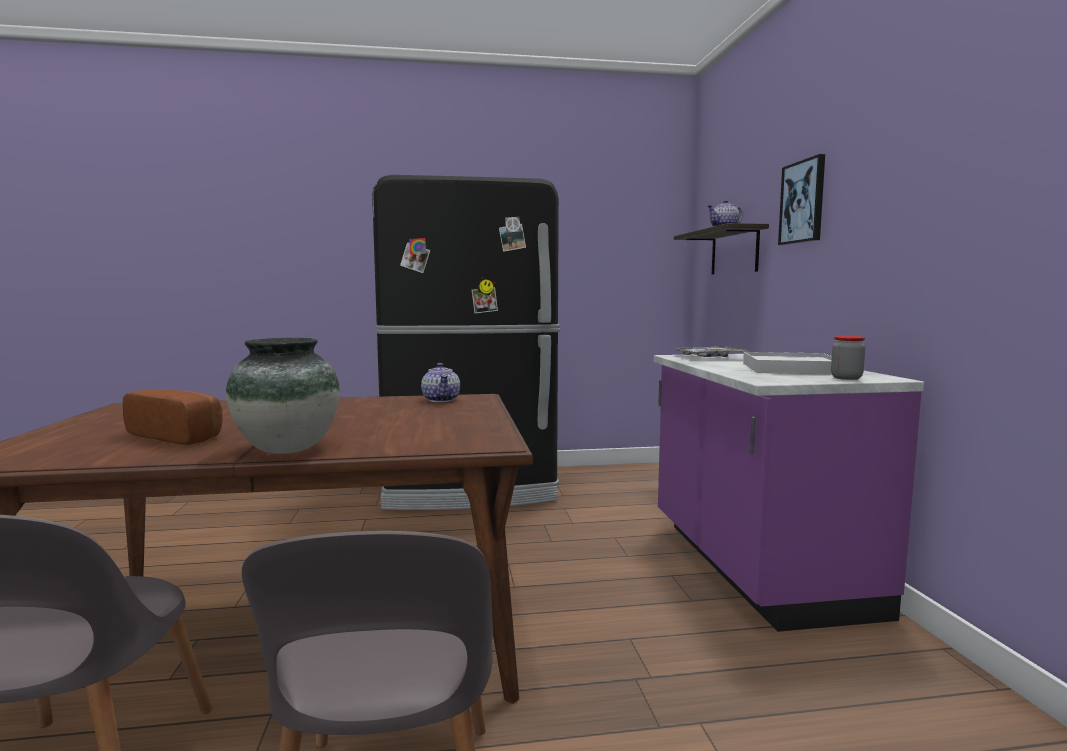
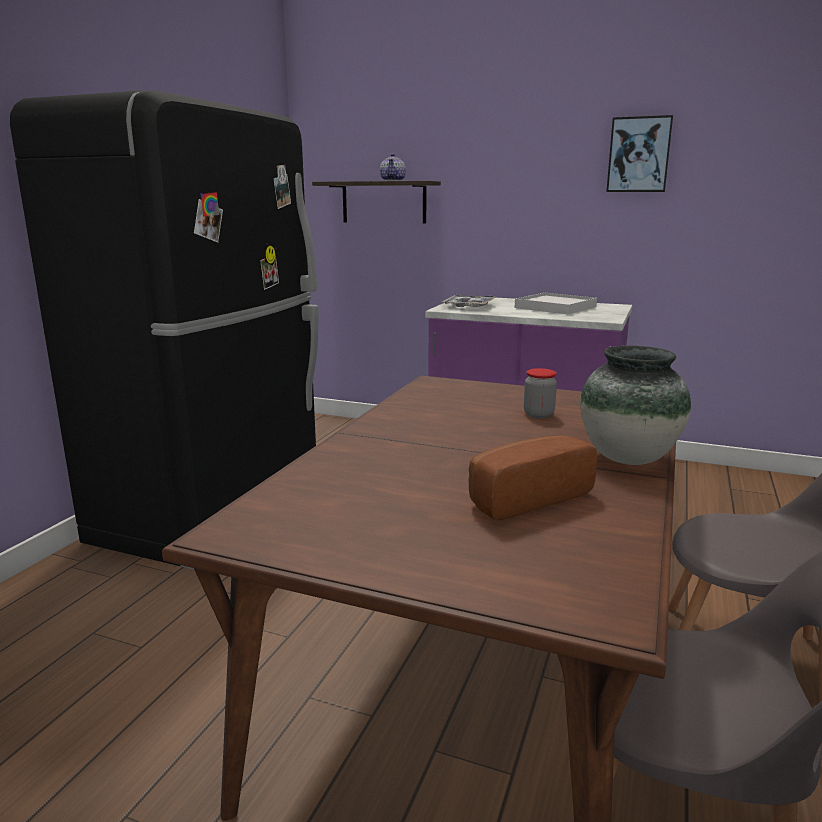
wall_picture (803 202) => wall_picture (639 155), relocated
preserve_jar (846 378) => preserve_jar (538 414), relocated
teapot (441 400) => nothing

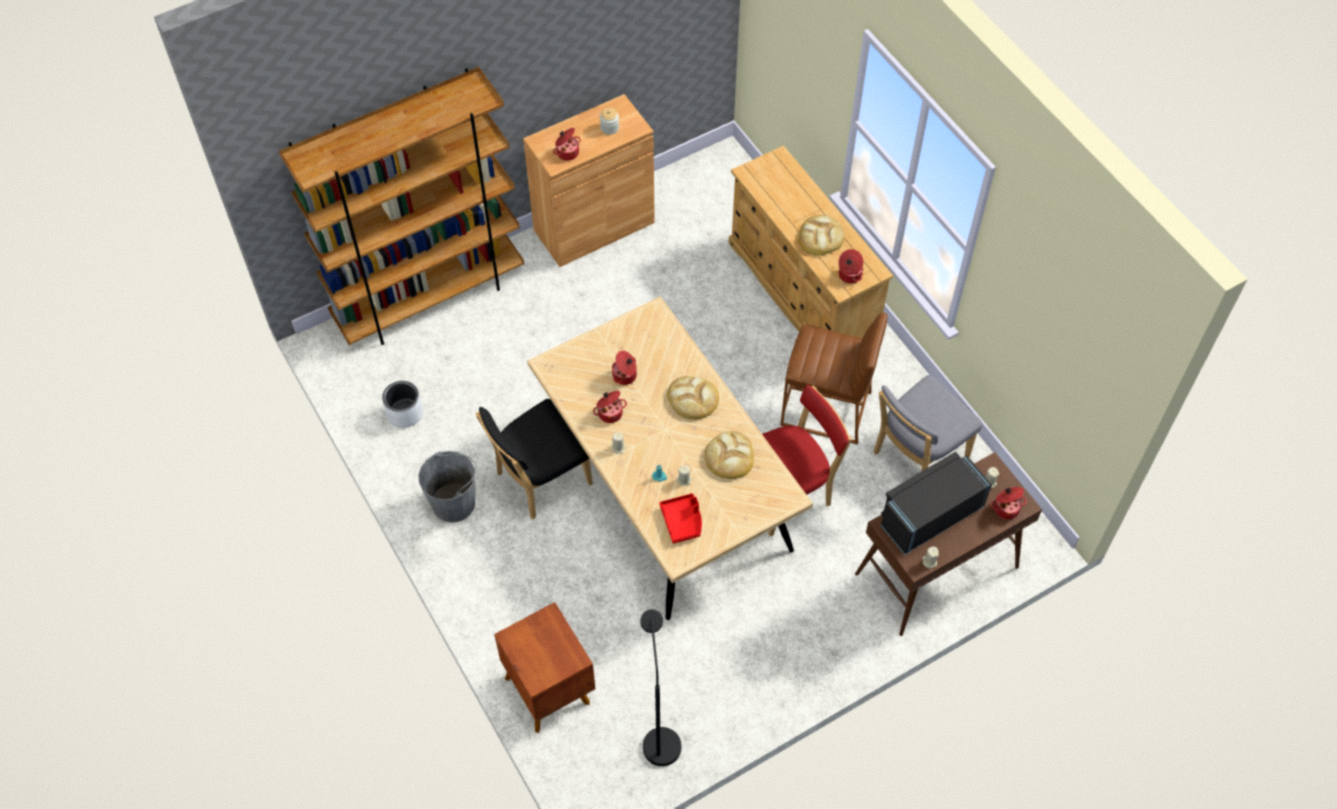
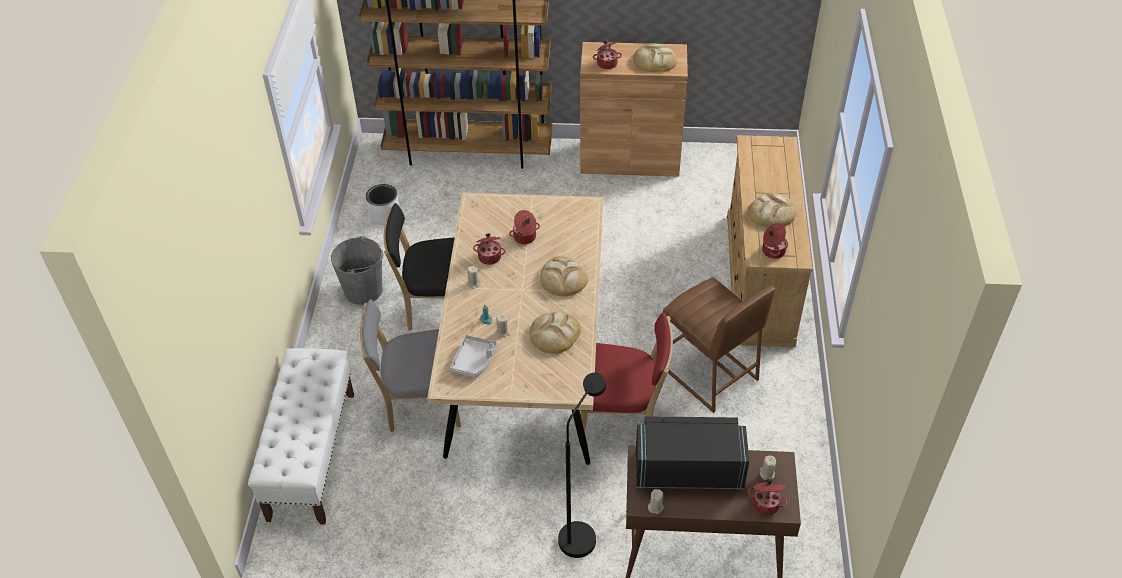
preserve_jar (609 128) => baked_bread (654 61)
grey_plain_chair (916 457) => grey_plain_chair (419 403), relocated
reddish_tray (682 521) => grey_tray (474 361)
brown_night_table (548 688) => whitish_long_seat (312 455)
blackish_standard_lamp (659 737) => blackish_standard_lamp (581 531), relocated

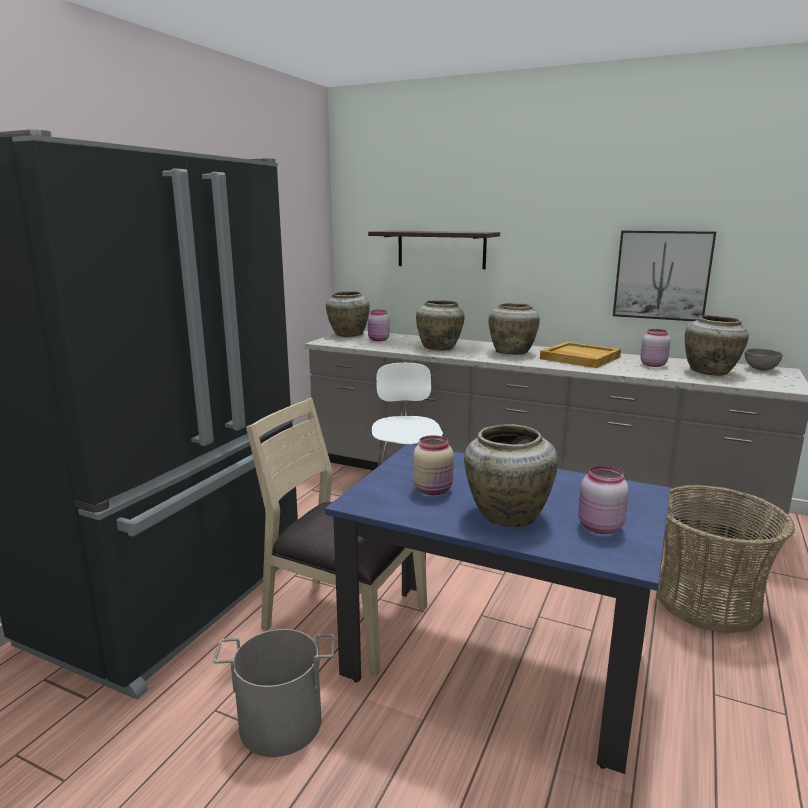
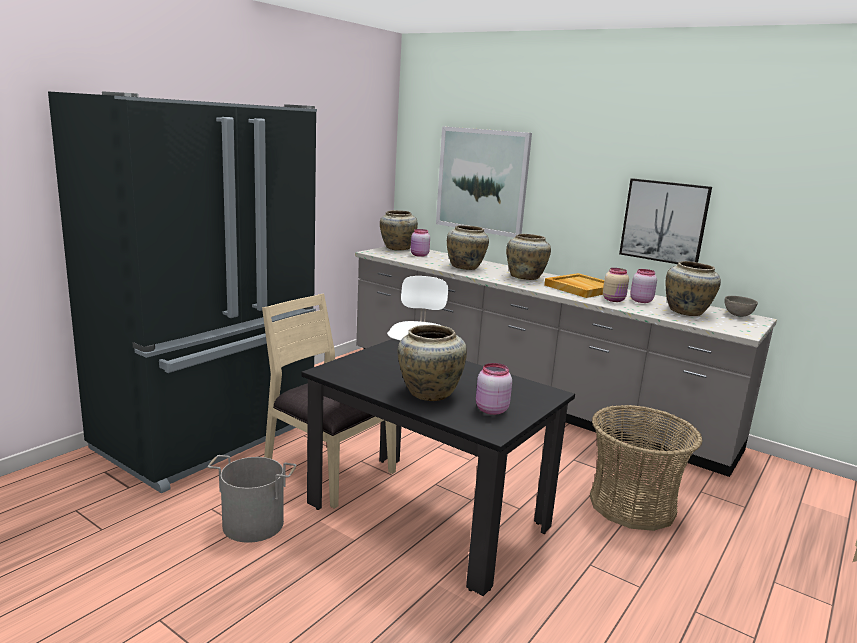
bracket_shelf (441 249) => wall_picture (482 181)
beige-coloured_preserve_jar (434 490) => beige-coloured_preserve_jar (614 300), relocated
blue-coloured_kitchen_table (495 663) => blackish_kitchen_table (427 516)

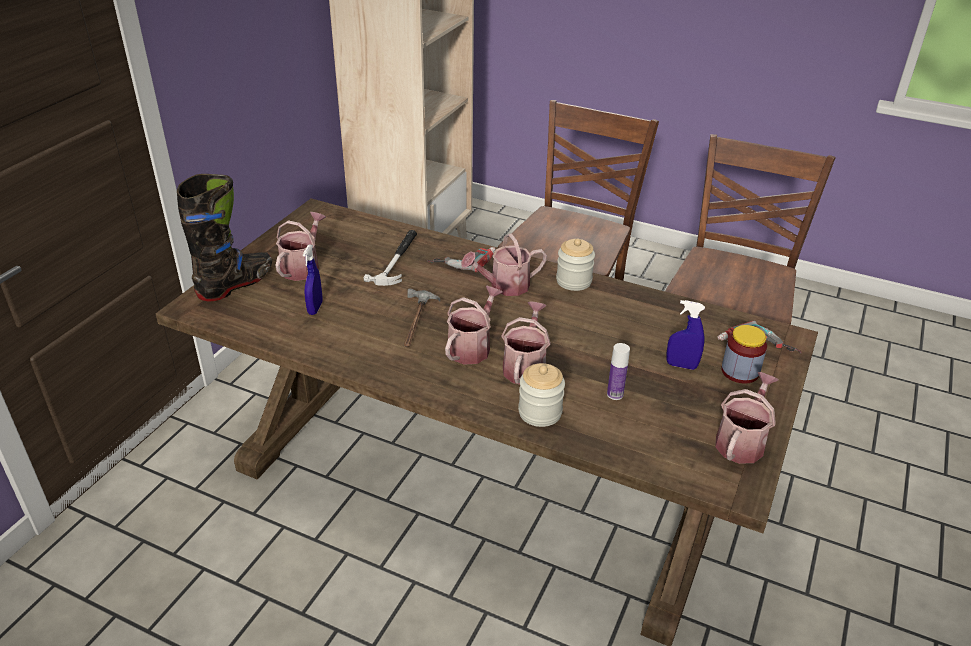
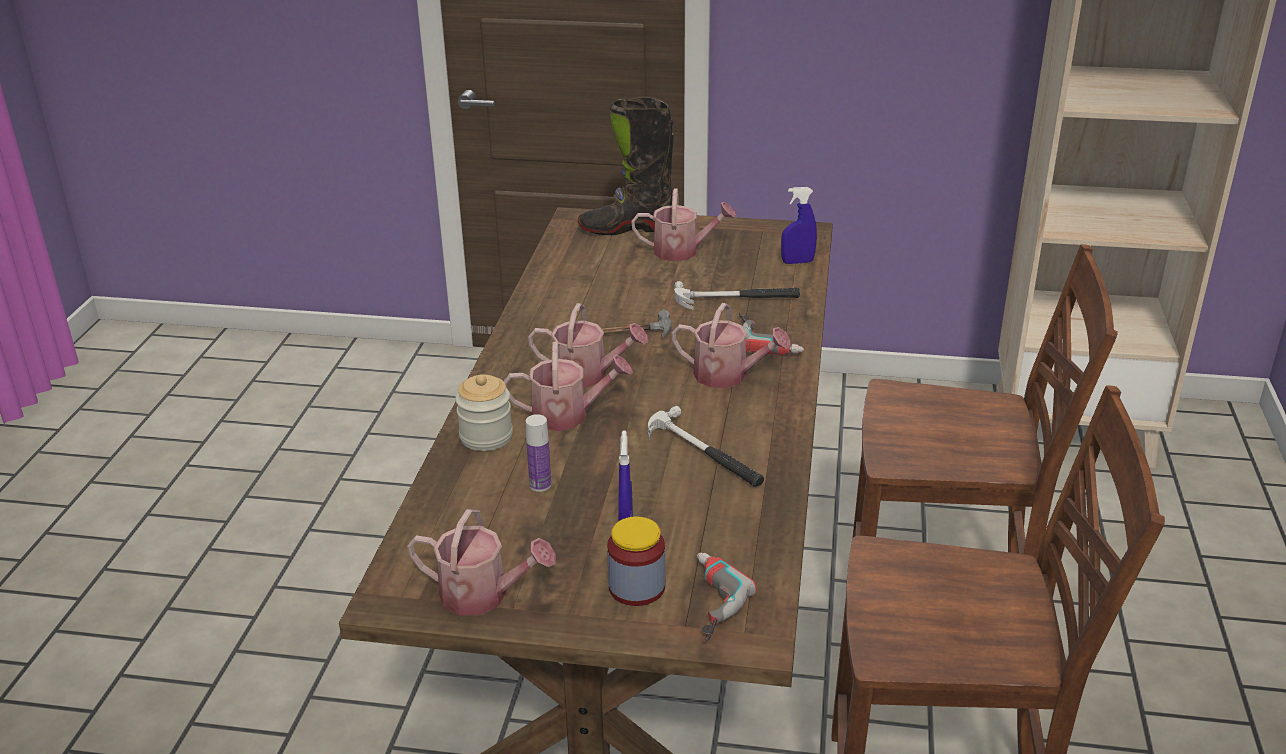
blackish_tall_boot (236 284) => blackish_tall_boot (627 228), 150 degrees clockwise
watering_can (504 286) => watering_can (728 376), 150 degrees clockwise
preserve_jar (573 281) => nothing
blue-coloured_sprayer (315 308) => blue-coloured_sprayer (797 262), relocated
nothing => hammer (704 453)

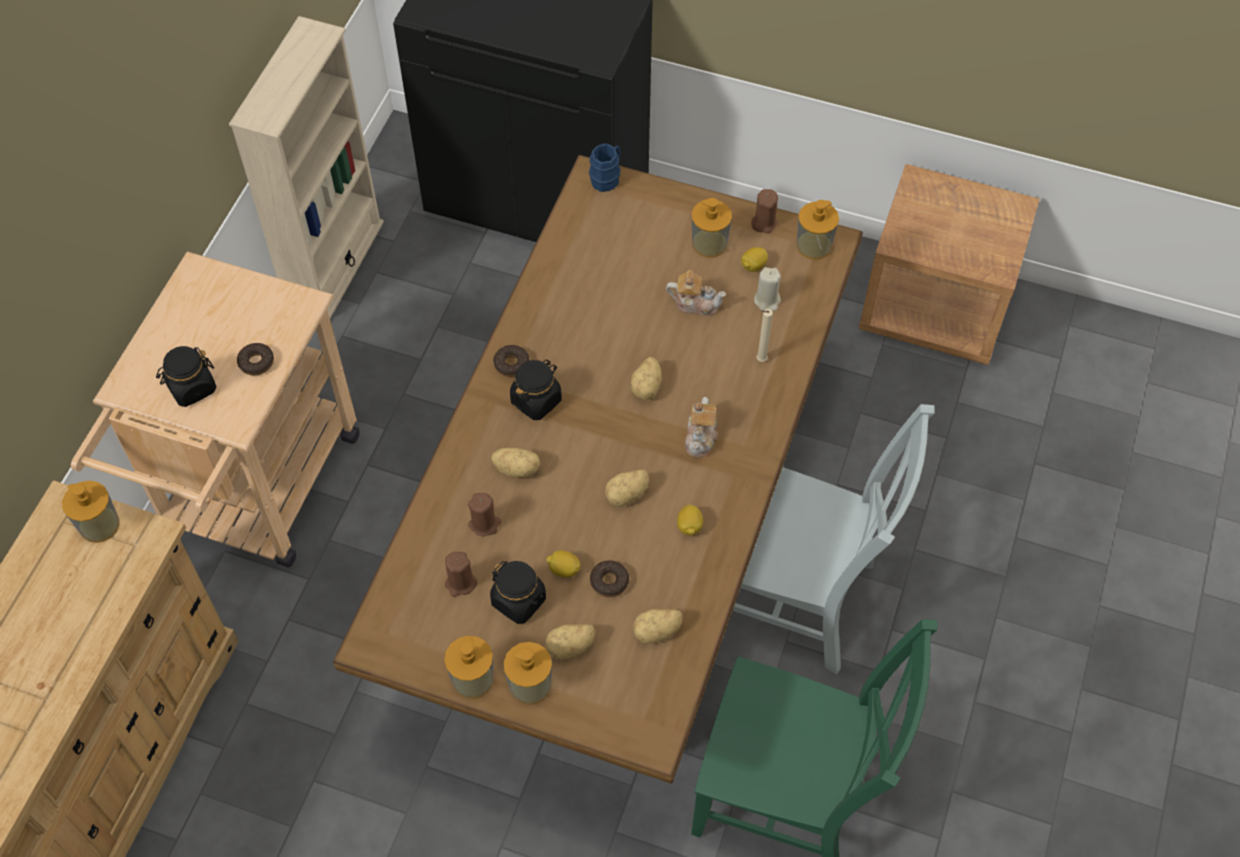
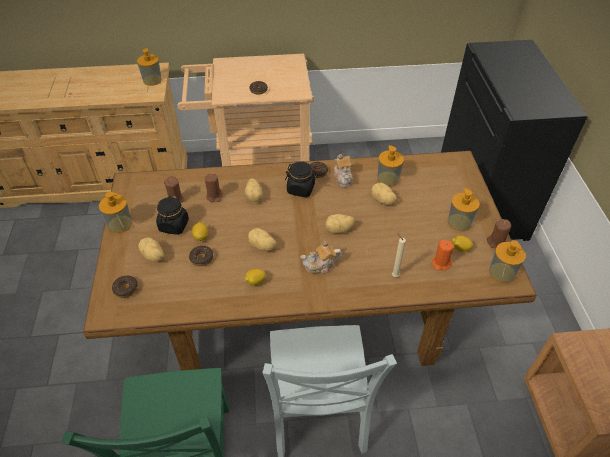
beige-coloured_bookcase (335 266) => nothing
blue-coloured_mug (607 177) => nothing
beige-coloured_wax_light (767 300) => orangey_wax_light (440 263)
teapot (695 303) => teapot (343 178), relocated
blackish_preserve_jar (191 388) => nothing
whole_potato (657 632) => whole_potato (382 200), relocated
soap_bottle (530 685) => soap_bottle (388 179), relocated
nothing => ring_doughnut (126 289)

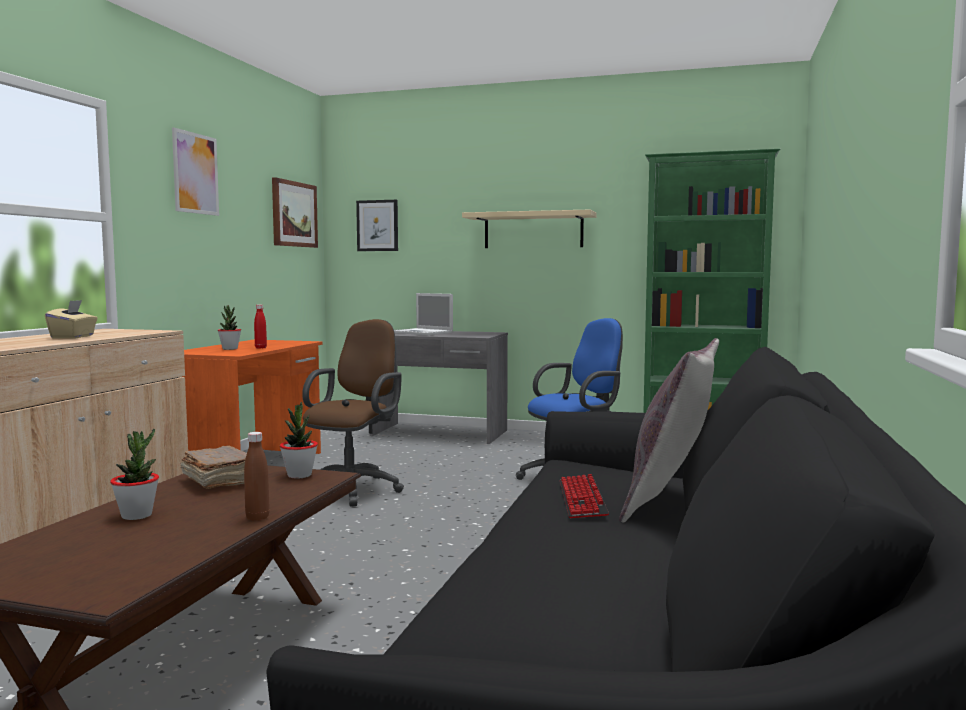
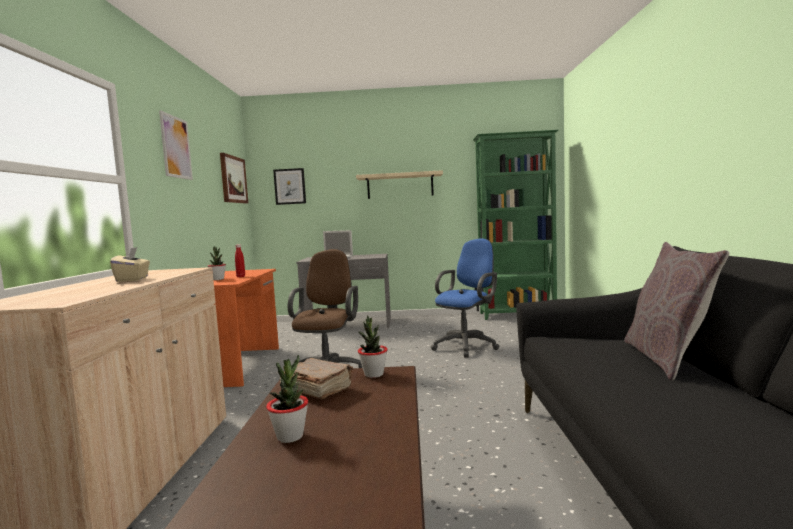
brown_bottle (257 518) => nothing
PC_keyboard (582 499) => nothing

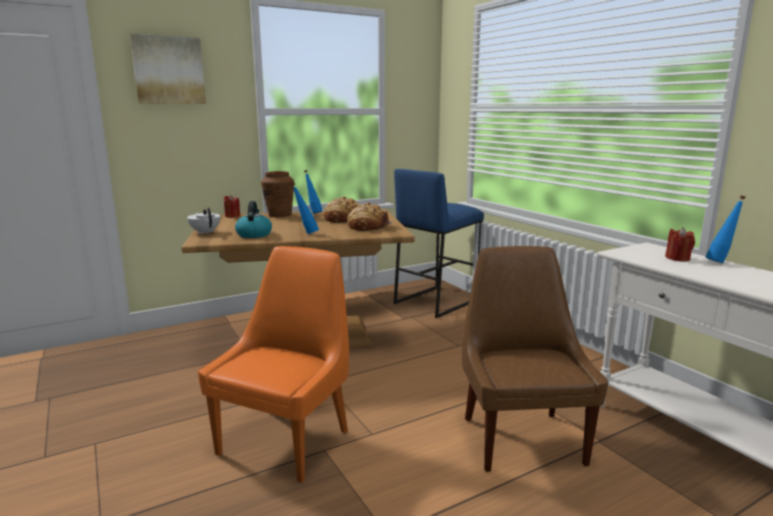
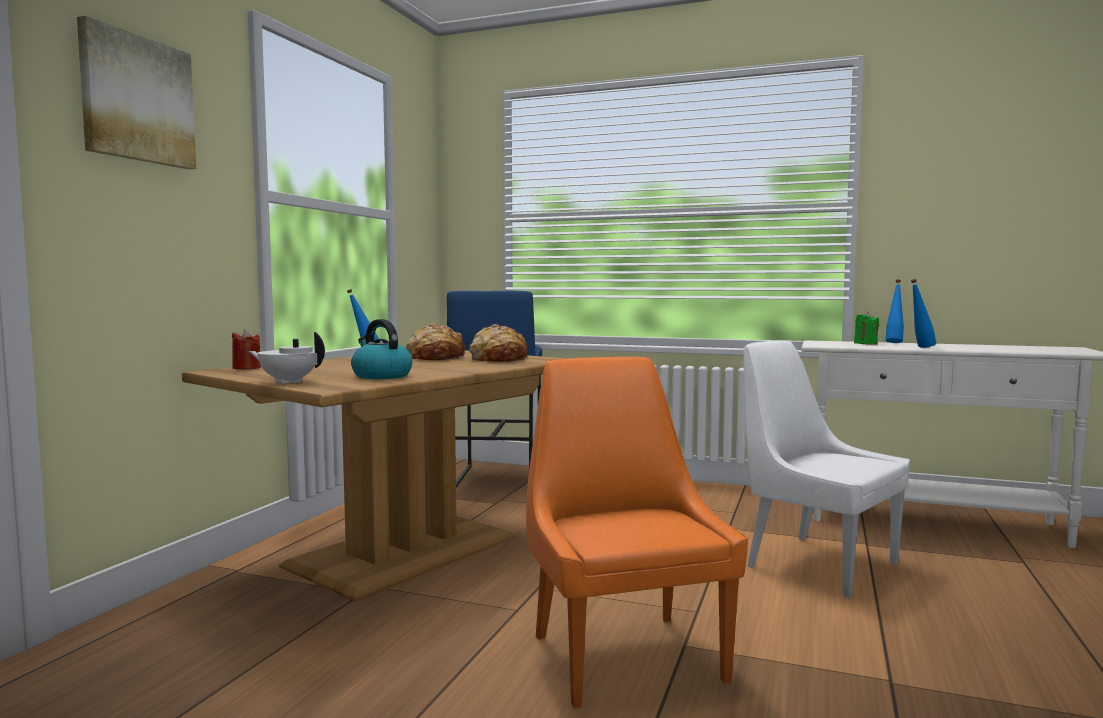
brown_decorative_vase (279 215) => nothing
blue-coloured_bottle (306 233) => blue-coloured_bottle (920 347), relocated
reddish_wax_light (677 258) => green_wax_light (865 343)
brown_plain_chair (520 437) => whitish_plain_chair (816 563)

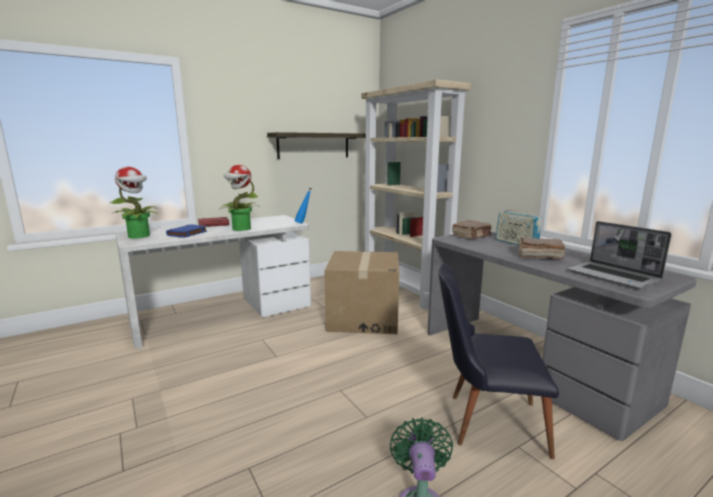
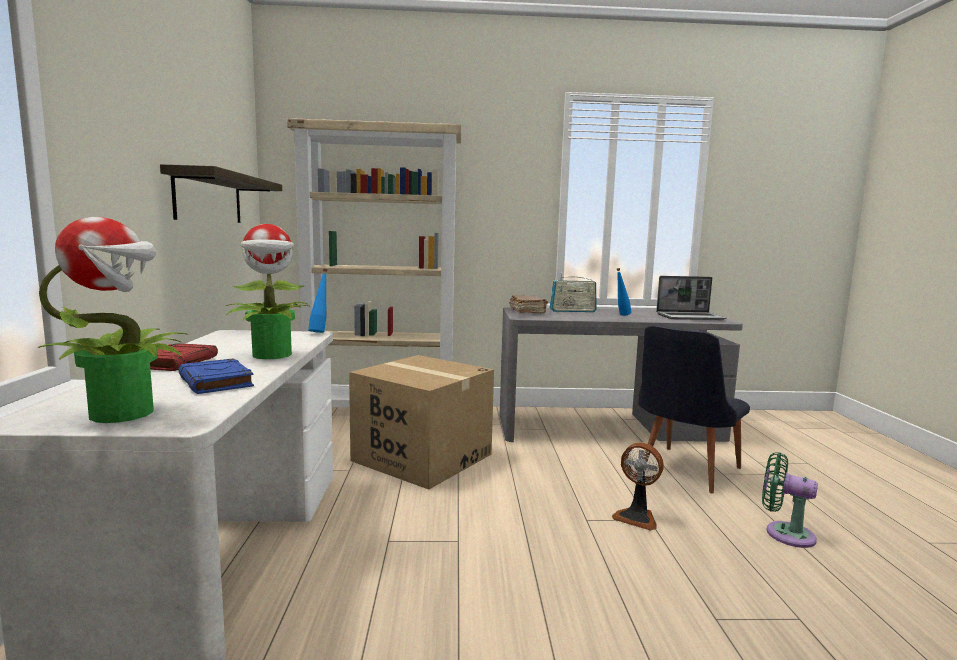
brown_book (538 256) => blue-coloured_bottle (621 315)
nothing => electric_fan (637 517)

